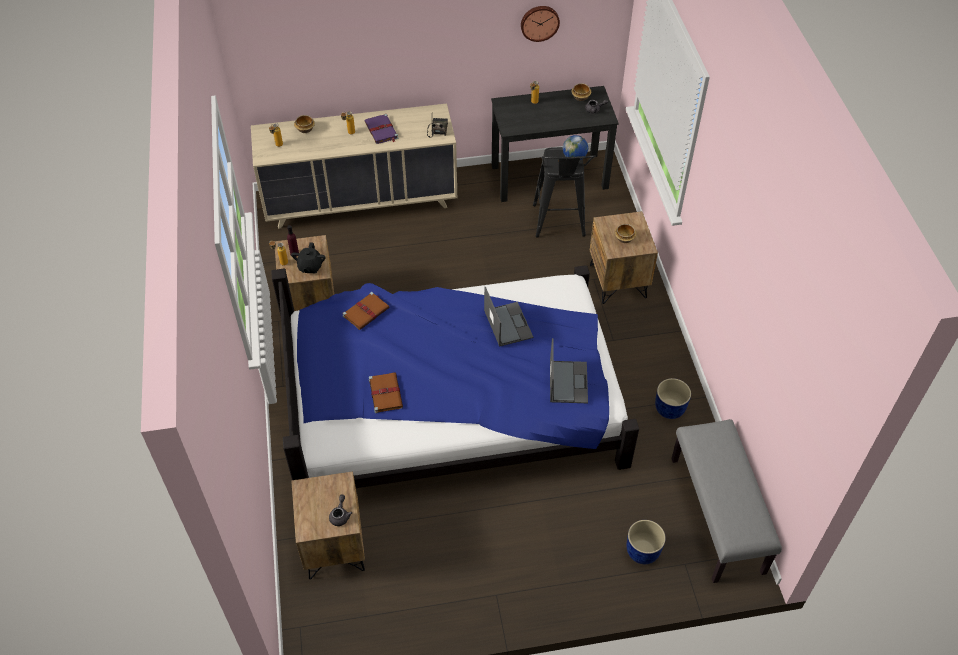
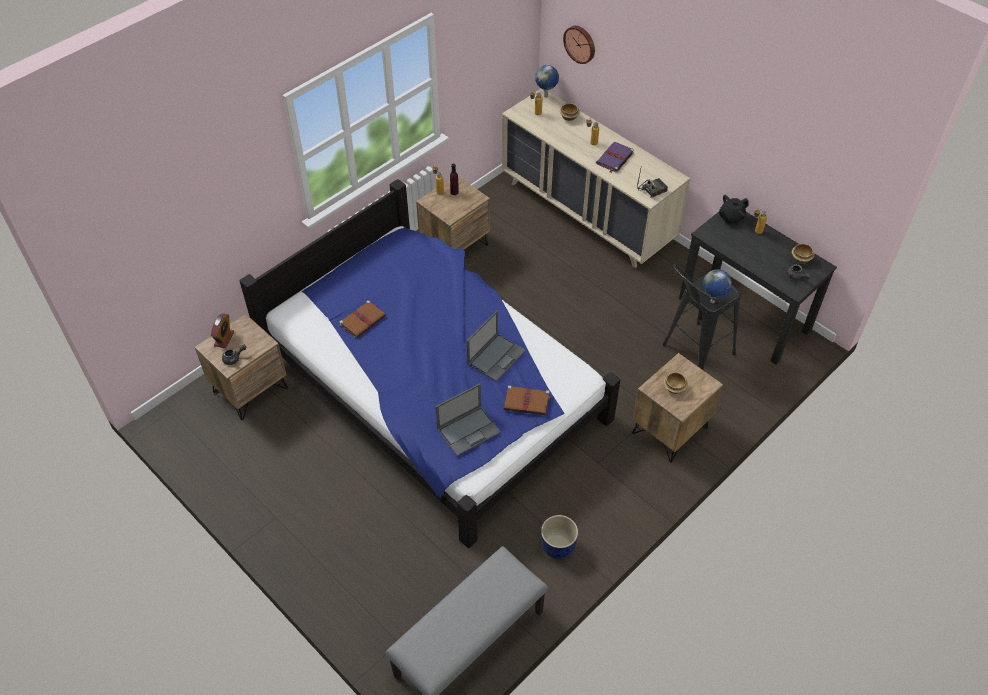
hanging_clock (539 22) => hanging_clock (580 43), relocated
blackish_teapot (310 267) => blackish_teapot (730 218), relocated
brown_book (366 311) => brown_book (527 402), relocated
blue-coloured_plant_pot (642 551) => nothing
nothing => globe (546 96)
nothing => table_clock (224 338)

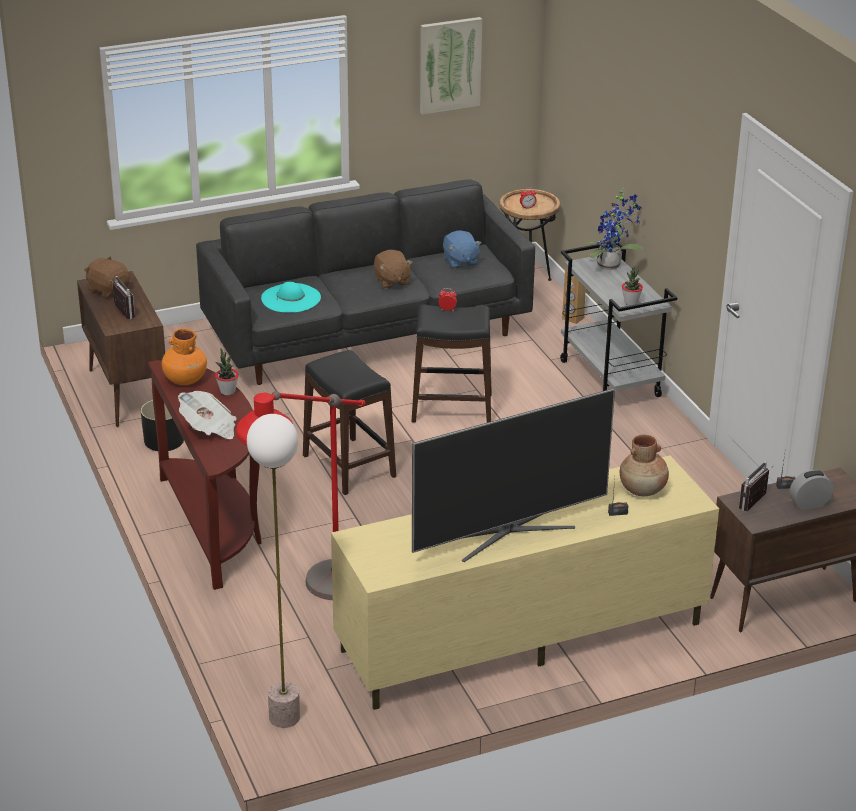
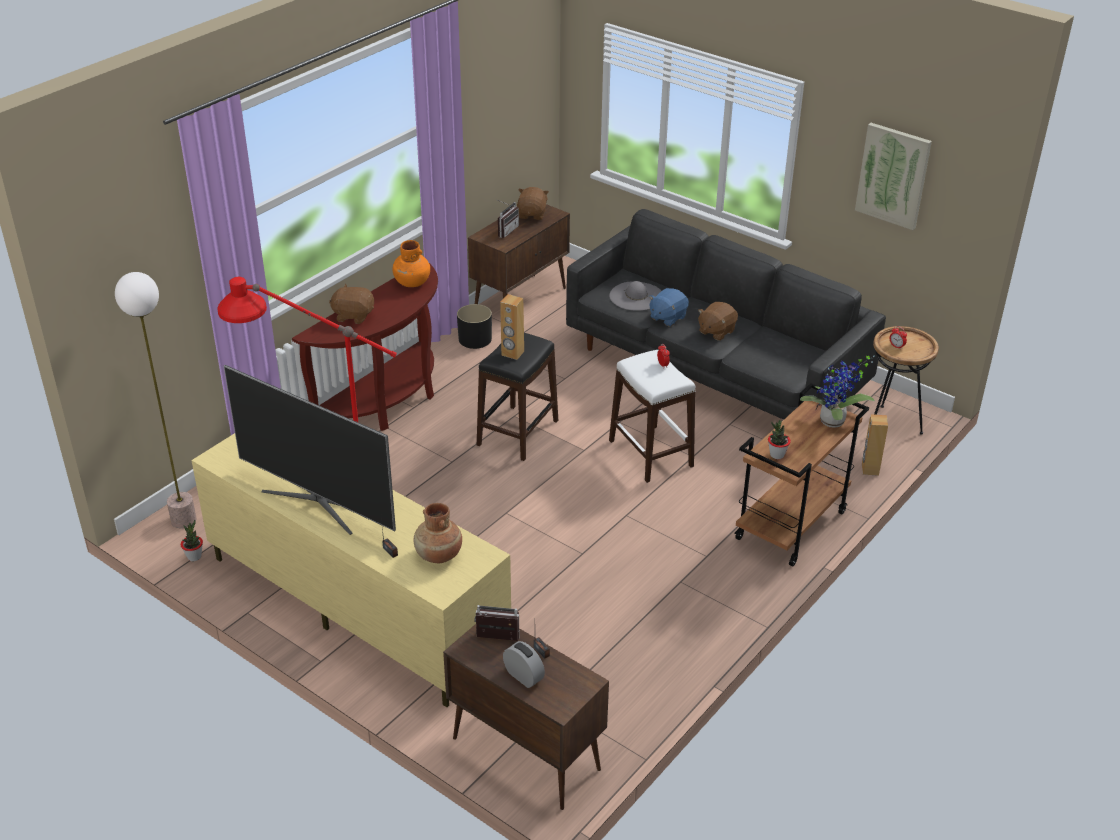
blue-coloured_plush_toy (460 262) => blue-coloured_plush_toy (667 317), relocated
grey_wheeled_cart (611 379) => brown_wheeled_cart (791 526)
blue-green_wearable_hat (291 298) => grey_wearable_hat (636 296)
blackish_stool_seat (451 407) => whitish_stool_seat (651 453)
plant_in_a_pot (227 391) => plant_in_a_pot (194 556), relocated
printed_paper (209 428) => brown_plush_toy (353 316)
nothing => brown_loudspeaker (512 353)

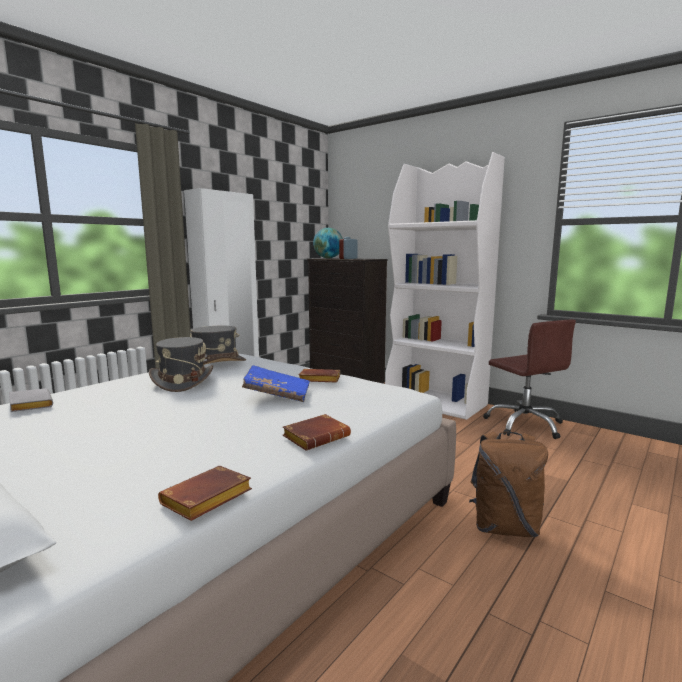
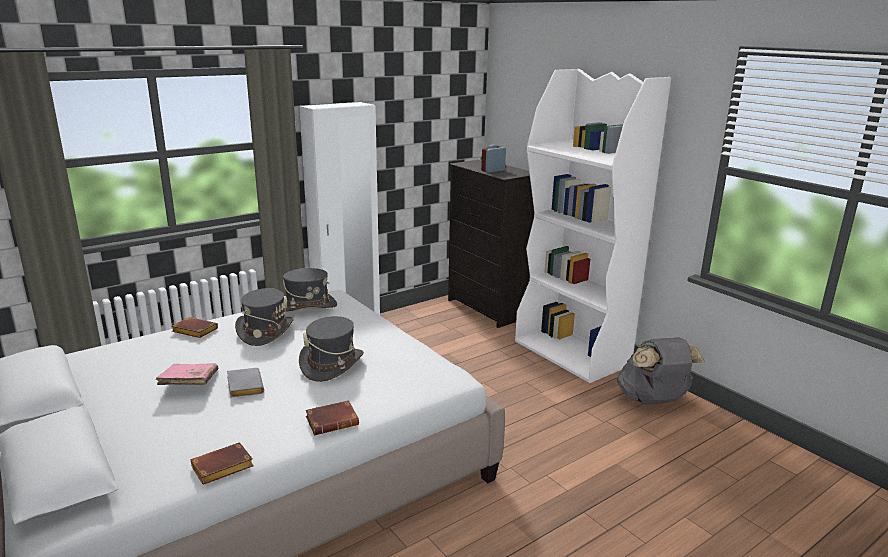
globe (328 258) => nothing
brown_office_chair (524 424) => grey_knapsack (653 400)
blue-coloured_book (277 395) => grey_wearable_hat (332 364)
brown_book (318 380) => brown_book (193 331), relocated
grey_book (29 404) => grey_book (243 386), relocated
brown_knapsack (504 527) => nothing
nothing => pink_book (189 384)

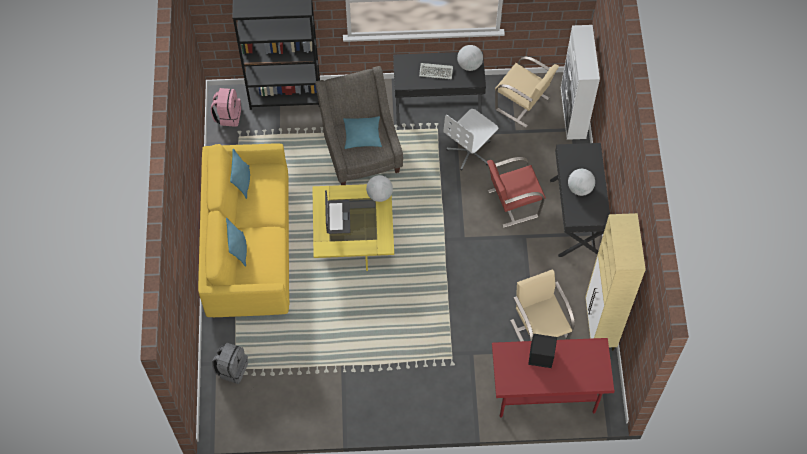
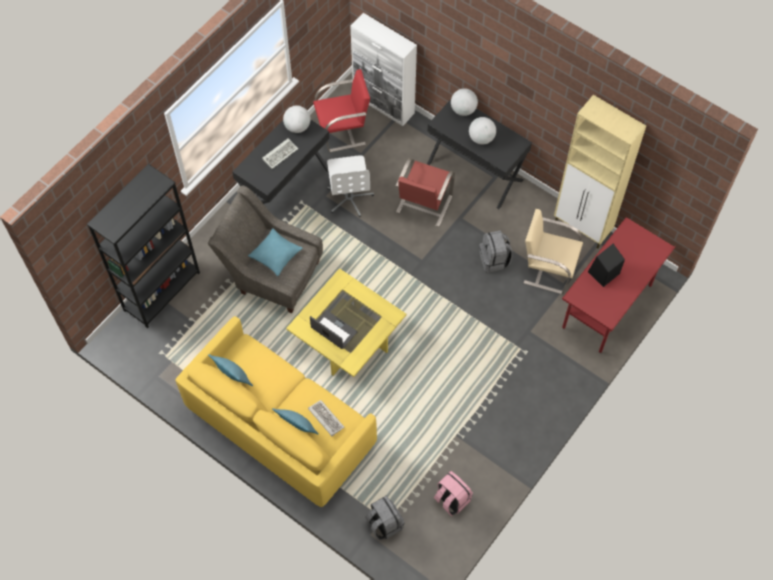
beige-coloured_plain_chair (523 104) => reddish_plain_chair (343 131)
pink_knapsack (228 115) => pink_knapsack (451 499), relocated
globe (379 195) => globe (463 110), relocated
nothing => grey_knapsack (494 260)
nothing => PC_keyboard (325 418)

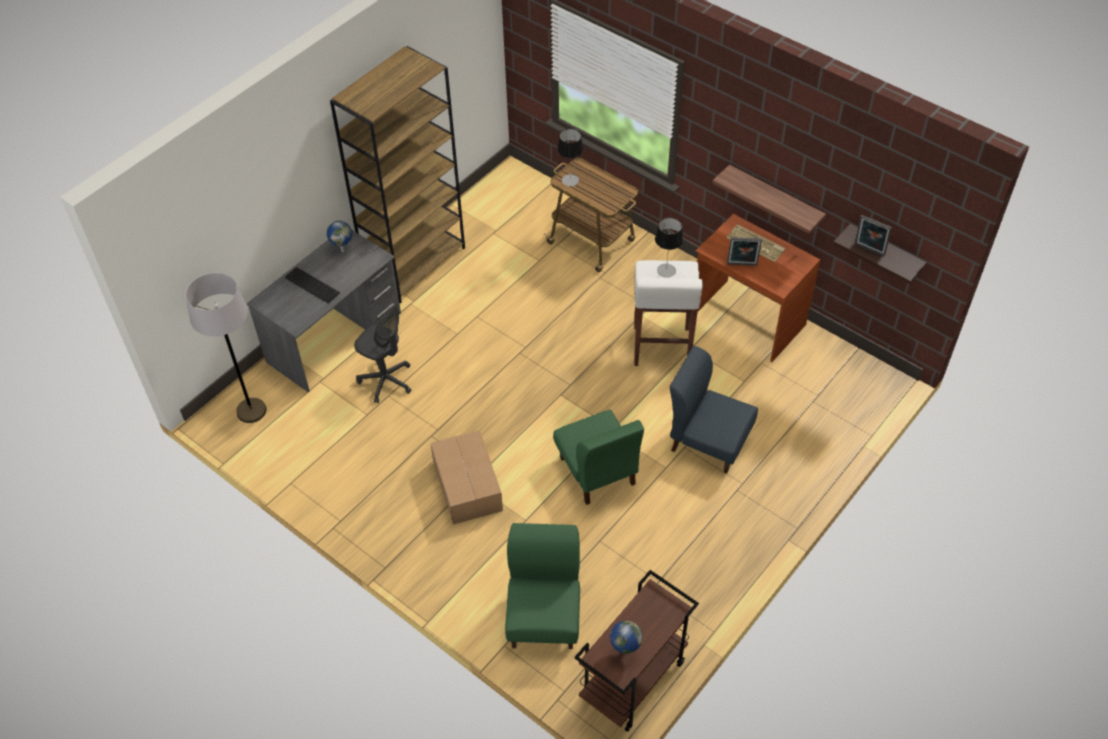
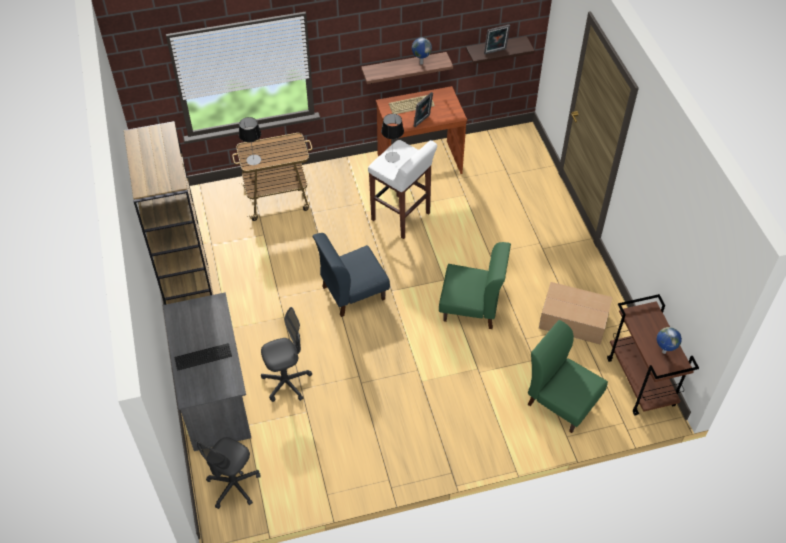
globe (343 250) => globe (421 63), relocated
grey_standard_lamp (251 411) => grey_office_chair (233 486)
blue-coloured_plain_chair (708 441) => blue-coloured_plain_chair (352 292), relocated
cardboard_box (467 484) => cardboard_box (572 320), relocated

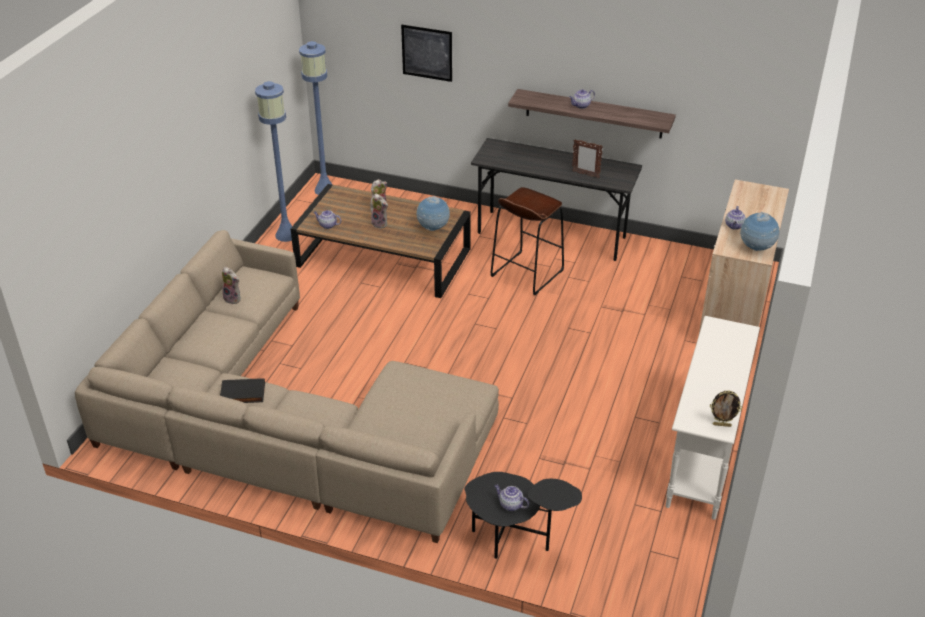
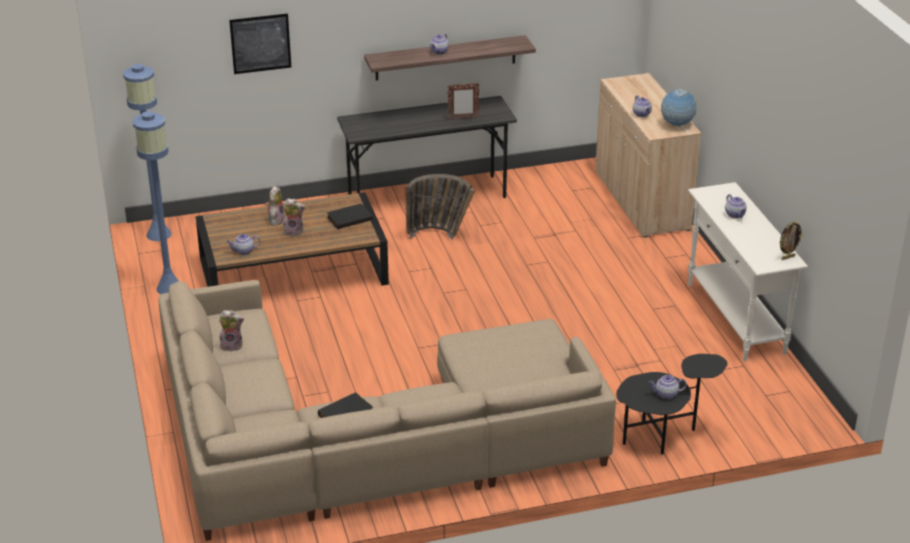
brown_stool_seat (526 273) => household_basket (441 235)
globe (433 228) => blackish_book (349 218)
nothing => teapot (735 215)

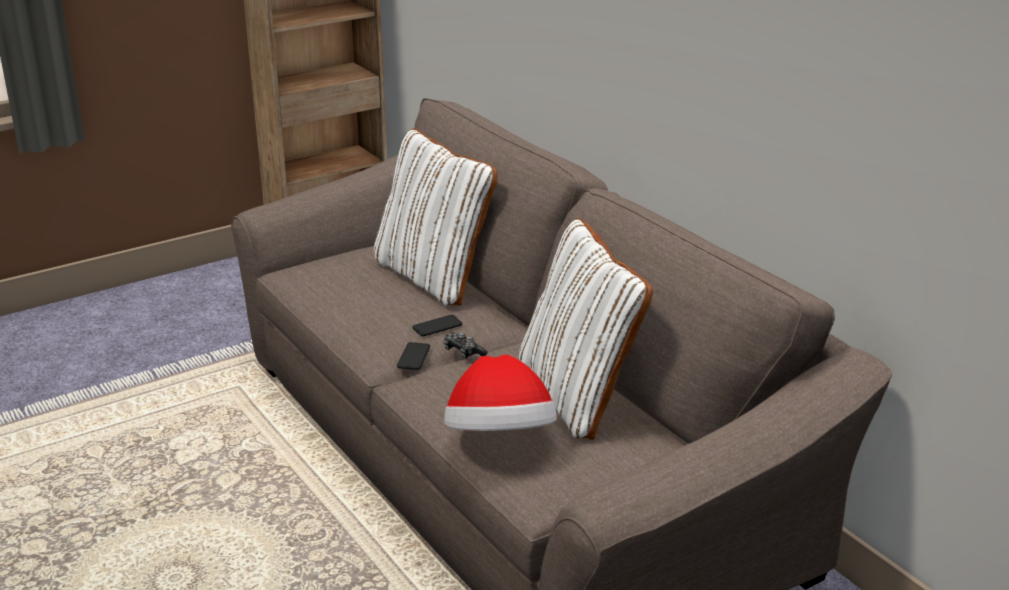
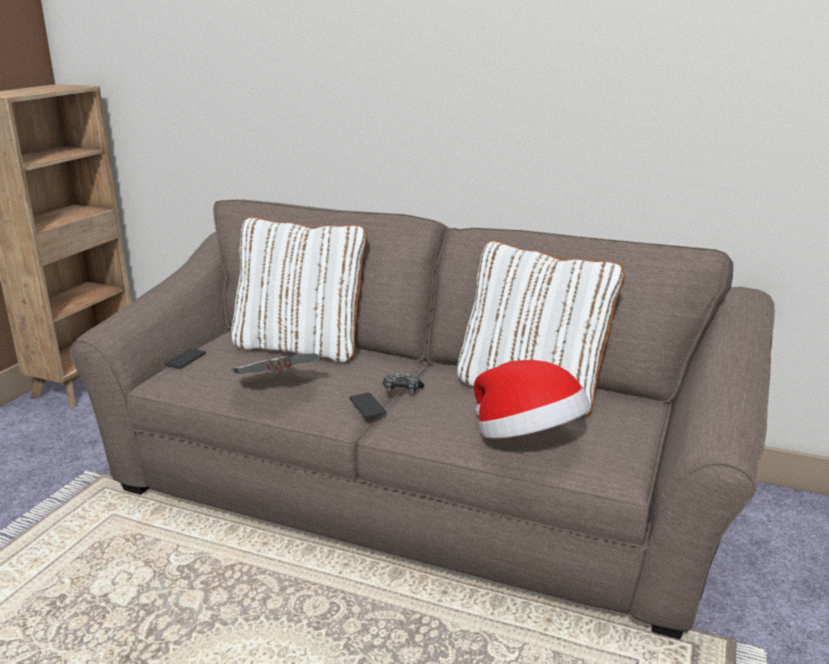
telephone (437 326) => telephone (185 359), relocated
nothing => printed_paper (278 387)

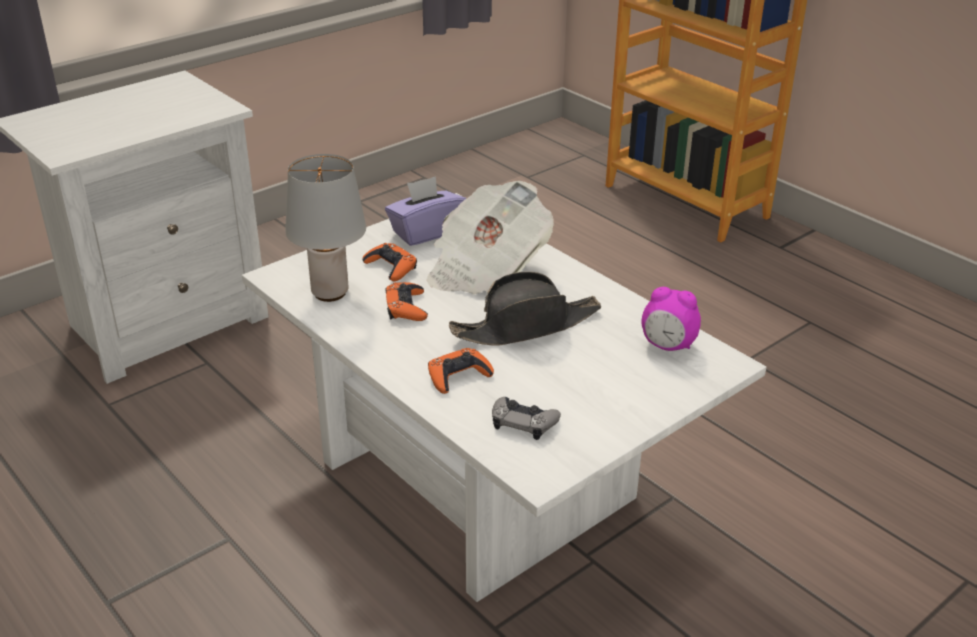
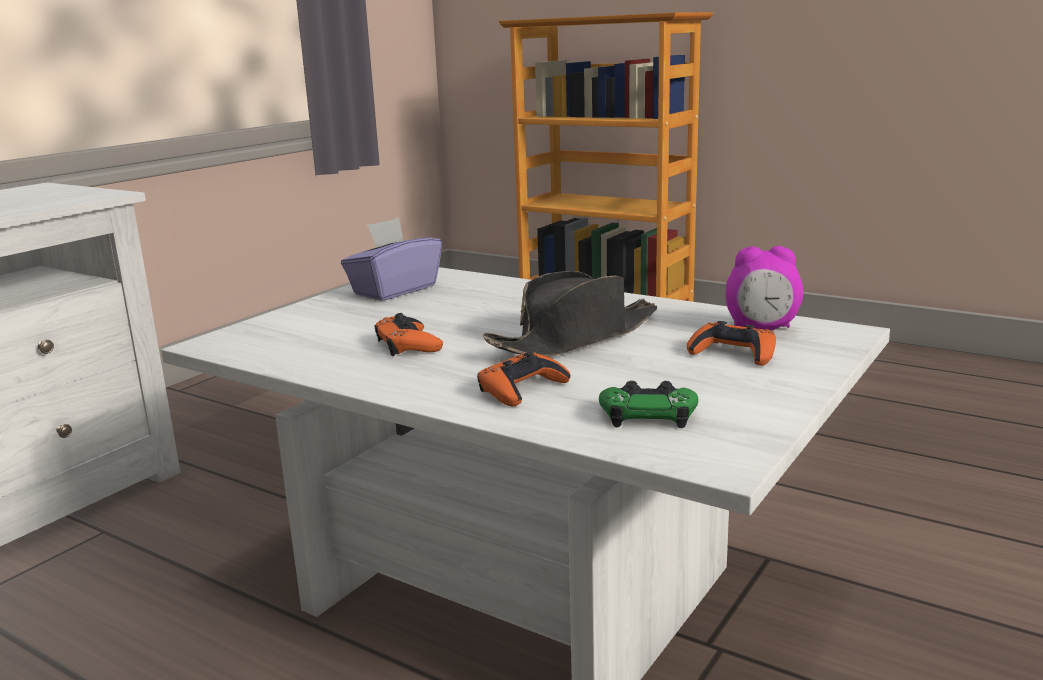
grey_lamp_for_a_table (330 292) => nothing
printed_paper (485 269) => nothing
orangey_game_controller (391 267) => orangey_game_controller (733 353), relocated
grey_game_controller (523 422) => green_game_controller (648 415)

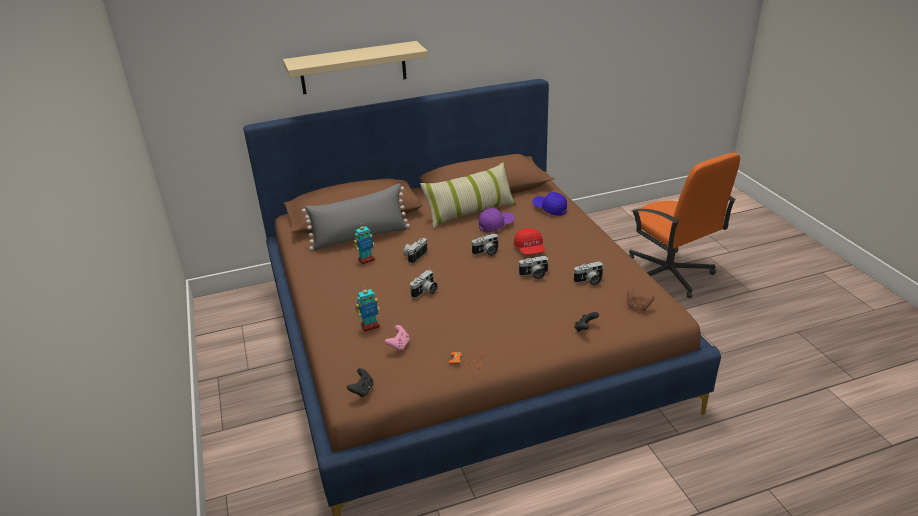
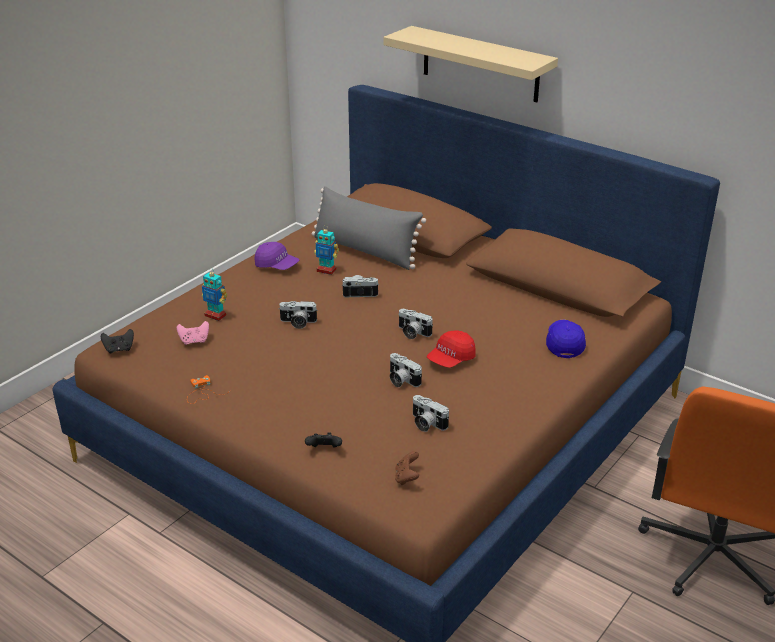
pillow (470 212) => nothing
purplish_cap (496 225) => purplish_cap (277 265), relocated

